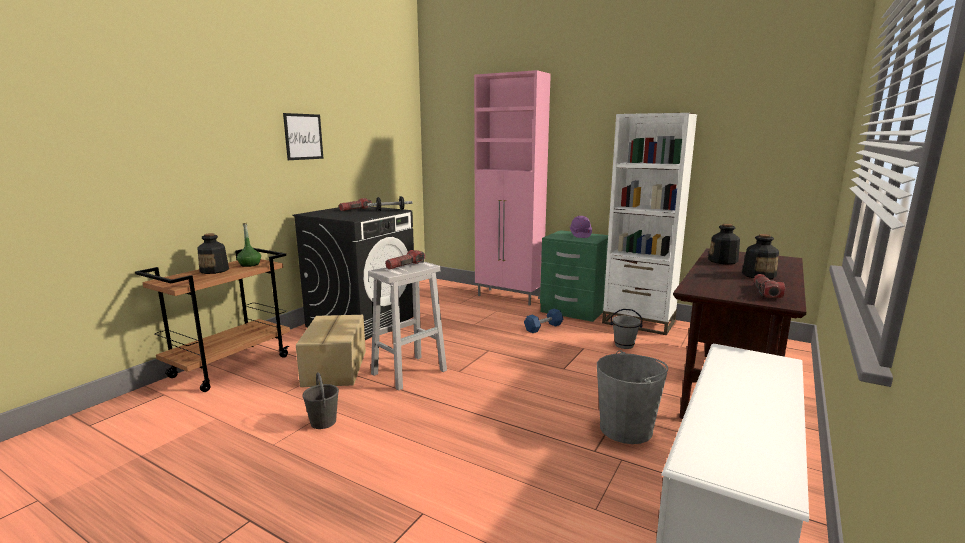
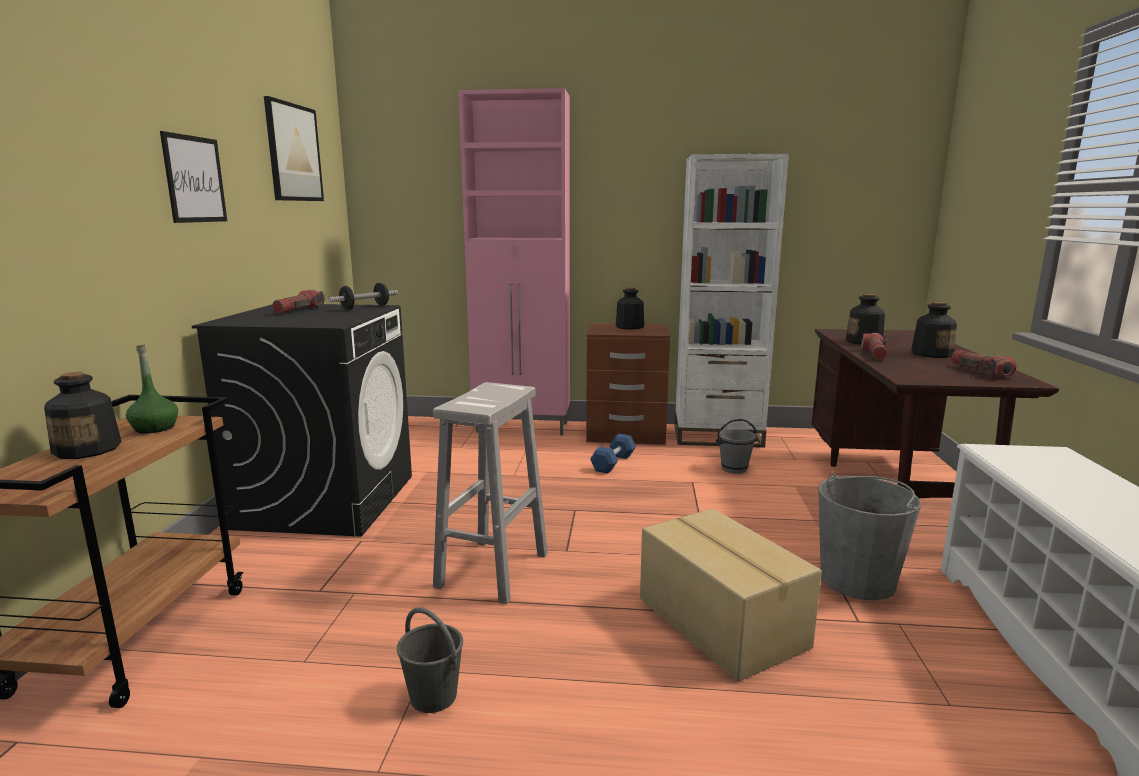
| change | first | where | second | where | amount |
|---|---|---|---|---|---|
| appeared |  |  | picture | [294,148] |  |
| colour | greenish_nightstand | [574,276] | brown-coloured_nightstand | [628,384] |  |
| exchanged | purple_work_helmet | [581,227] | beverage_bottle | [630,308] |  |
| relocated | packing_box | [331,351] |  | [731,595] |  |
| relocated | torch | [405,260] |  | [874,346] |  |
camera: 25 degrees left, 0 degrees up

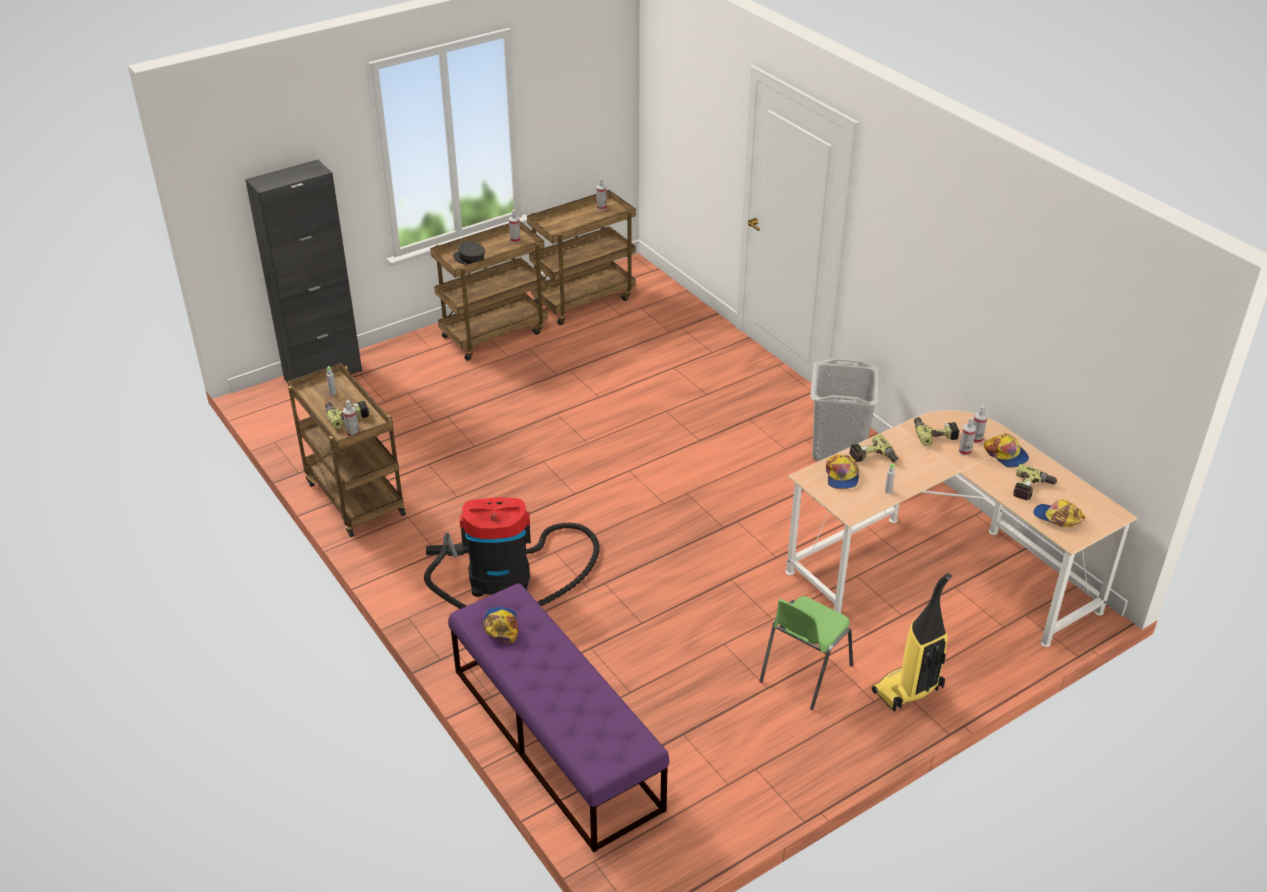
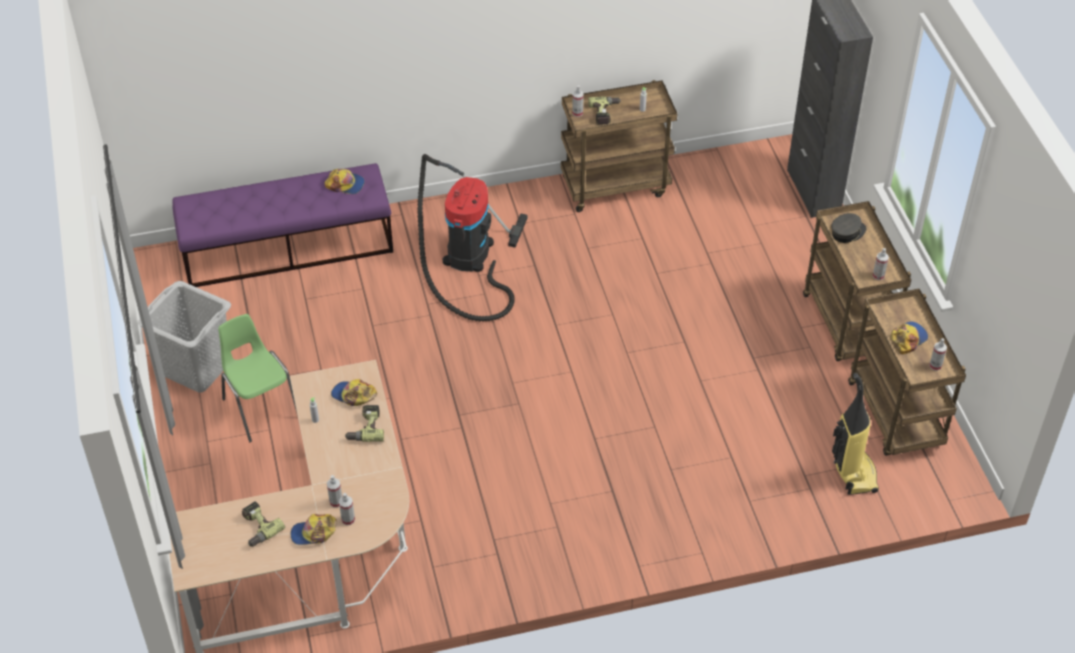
| change | first | where | second | where | amount |
|---|---|---|---|---|---|
| relocated | greyish_laundry_basket | [845,410] |  | [184,337] |  |
| relocated | vacuum_cleaner | [912,642] |  | [855,434] |  |
| relocated | cap | [1059,513] |  | [909,338] |  |
| missing | drill | [937,431] |  |  |  |
camera: 110 degrees right, 10 degrees up

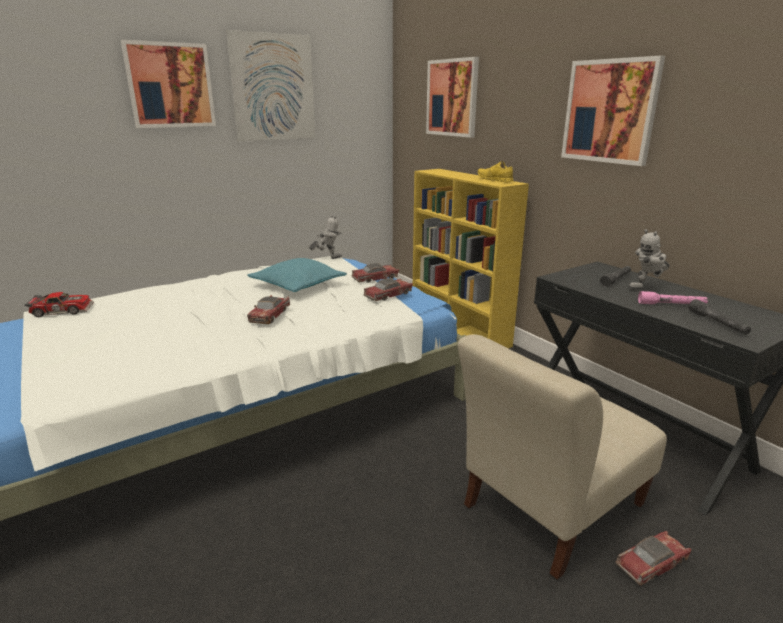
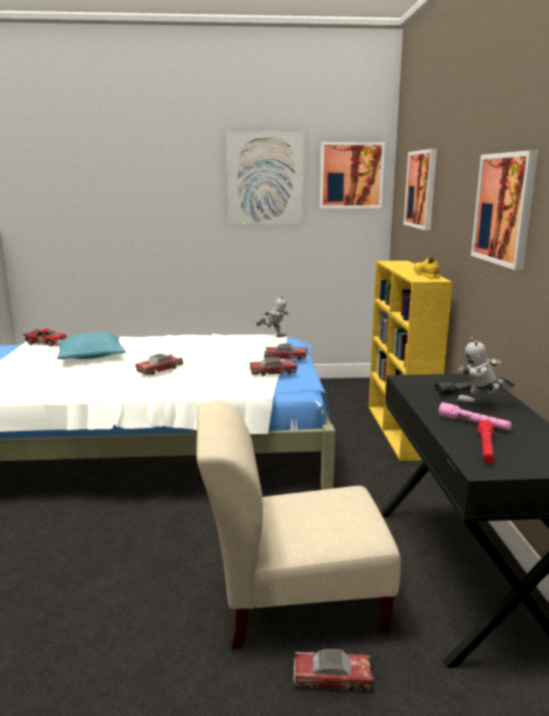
| change | first | where | second | where | amount |
|---|---|---|---|---|---|
| relocated | turquoise-coloured_cushion | [297,275] |  | [91,345] |  |
| relocated | picture | [168,84] |  | [352,175] |  |
| colour | greyish_torch | [720,317] | red_torch | [486,441] |  |
camera: 30 degrees right, 5 degrees down

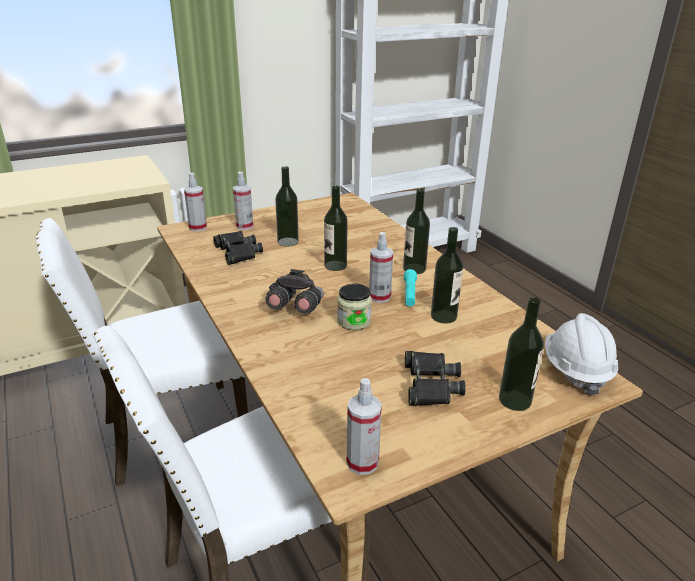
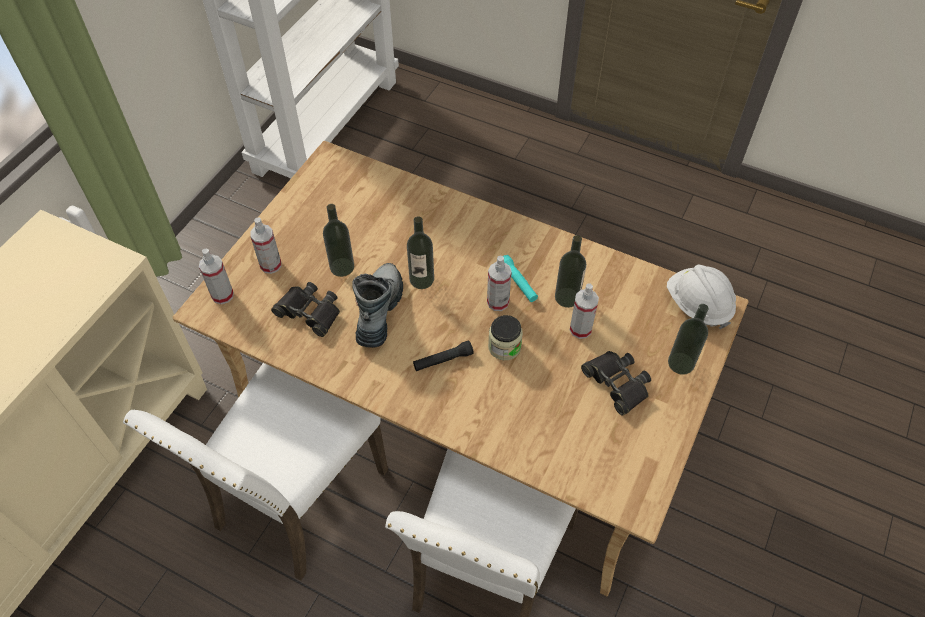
| change | first | where | second | where | amount |
|---|---|---|---|---|---|
| appeared |  |  | high-top_boot | [377,305] |  |
| exchanged | greyish_pair_of_binoculars | [294,291] | black-coloured_torch | [443,355] |  |
| relocated | hand_sprayer | [364,426] |  | [584,311] |  |
| missing | beverage_bottle | [416,231] |  |  |  |
camera: 35 degrees left, 25 degrees up

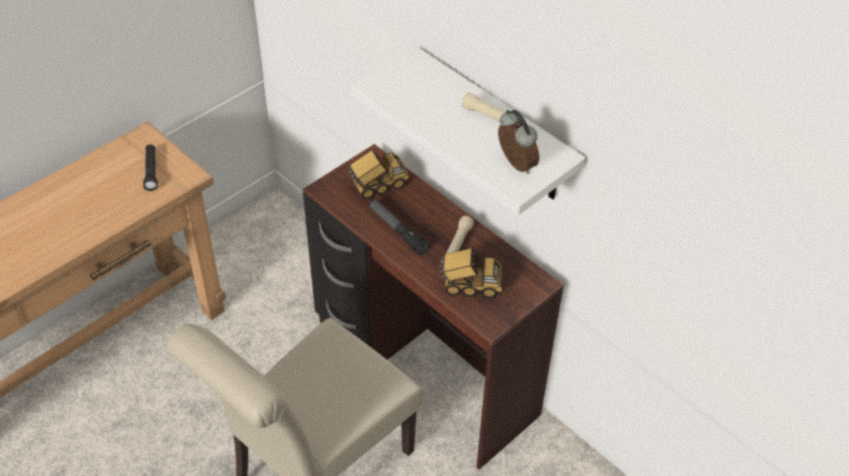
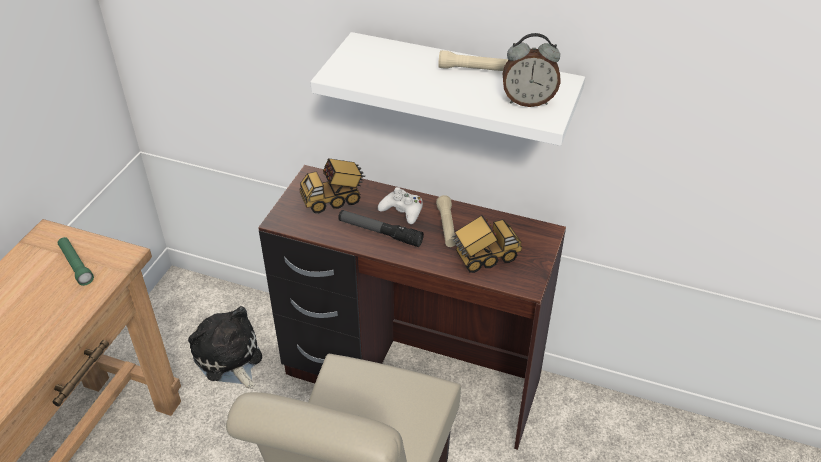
| change | first | where | second | where | amount |
|---|---|---|---|---|---|
| colour | black-coloured_torch | [150,167] | greenish_torch | [76,261] |  |
| appeared |  |  | soft_toy | [225,347] |  |
| spun | toy_lorry | [378,174] |  | [332,185] | 150 degrees counterclockwise |
| appeared |  |  | white_joypad | [400,205] |  |
| spun | table_clock | [518,142] |  | [532,70] | 150 degrees clockwise |
camera: 25 degrees left, 5 degrees down

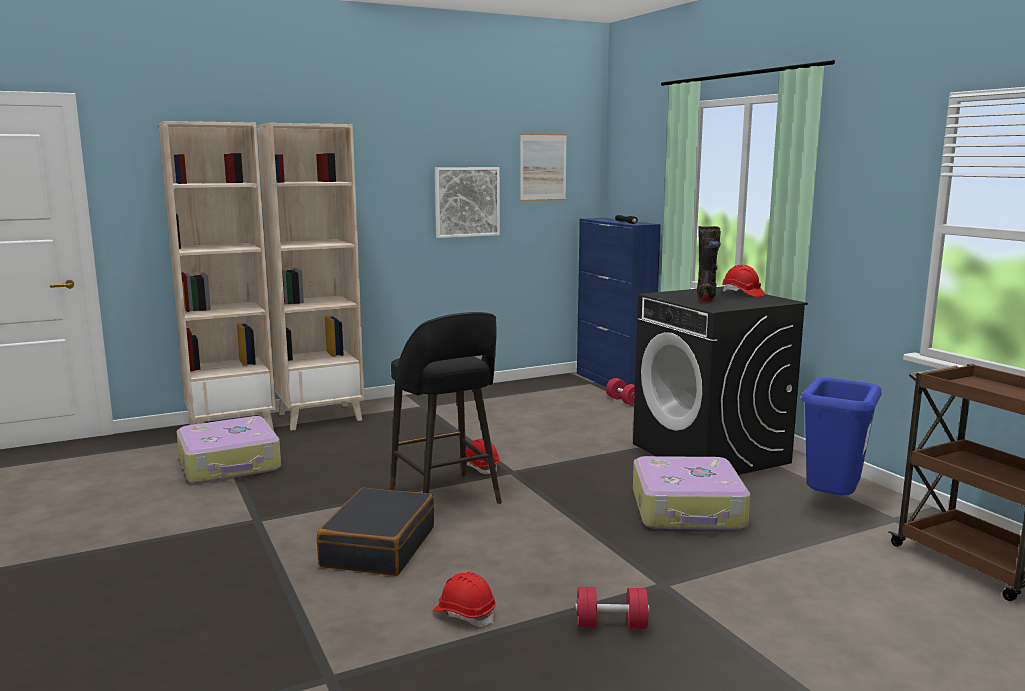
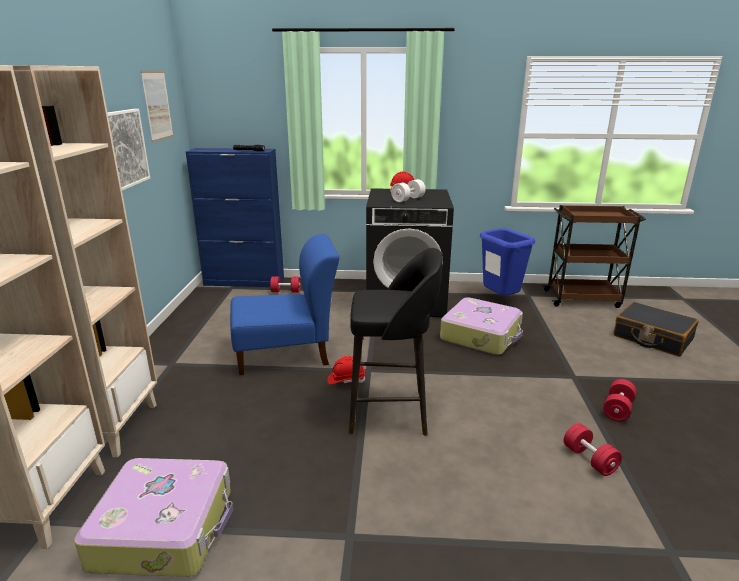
| change | first | where | second | where | amount |
|---|---|---|---|---|---|
| appeared |  |  | bluish_plain_chair | [285,304] |  |
| exchanged | black-coloured_high-top_boot | [709,264] | white_free_weight | [408,190] |  |
| exchanged | red_work_helmet | [464,599] | red_free_weight | [593,449] |  |
| relocated | black-coloured_piece_of_luggage | [375,532] |  | [656,329] |  |
camera: 60 degrees left, 10 degrees up

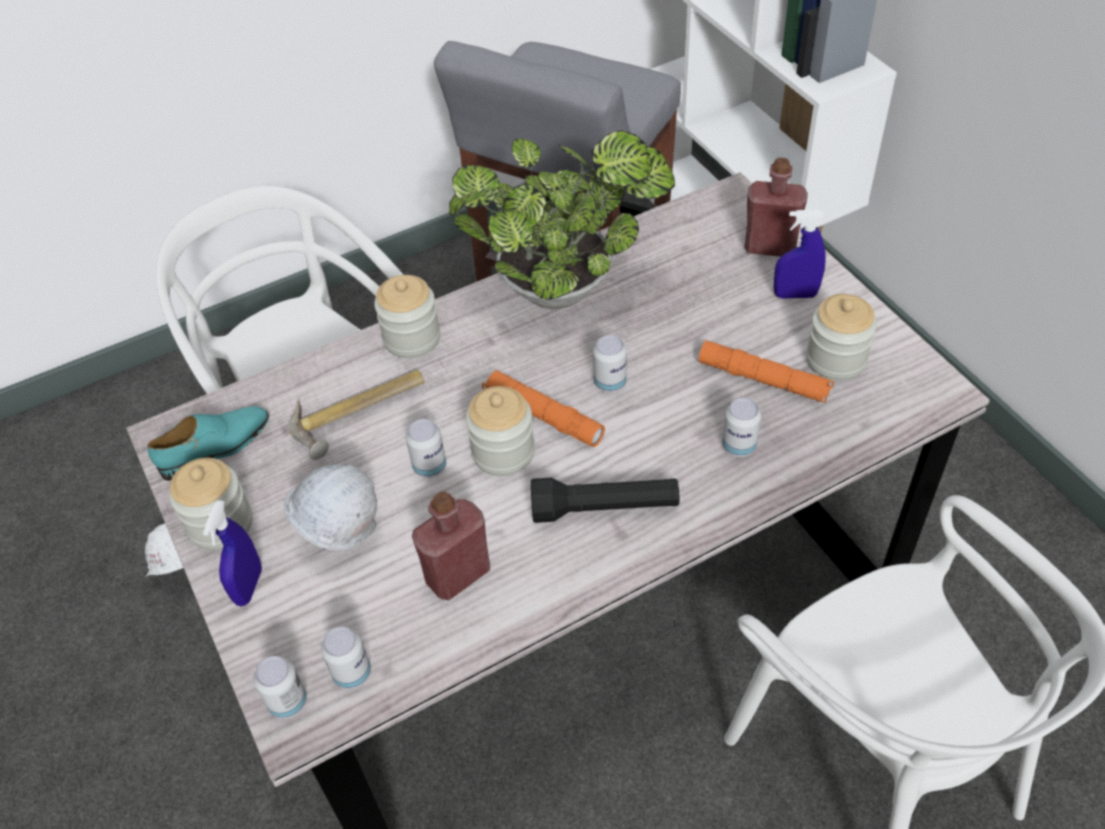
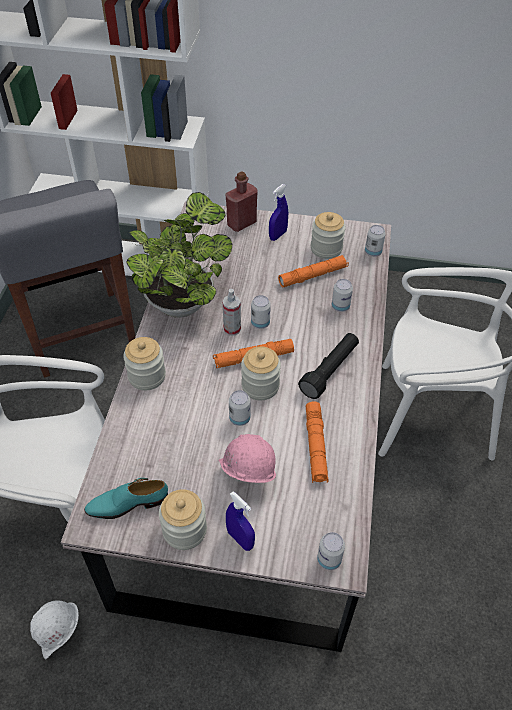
| change | first | where | second | where | amount |
|---|---|---|---|---|---|
| spun | turquoise-coloured_low_shoe | [208,443] |  | [126,498] | 105 degrees counterclockwise |
| colour | white_work_helmet | [330,507] | pink_work_helmet | [247,458] |  |
| appeared |  |  | hand_sprayer | [232,312] |  |
| exchanged | red_beverage_bottle | [451,546] | orange_torch | [317,442] |  |
| relocated | metal_can | [346,658] |  | [375,241] |  |
| missing | hammer | [356,414] |  |  |  |
camera: 55 degrees left, 0 degrees up

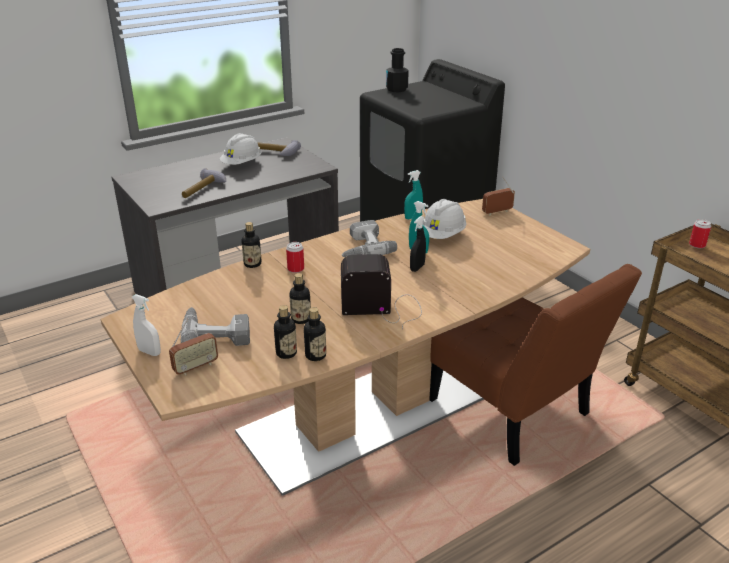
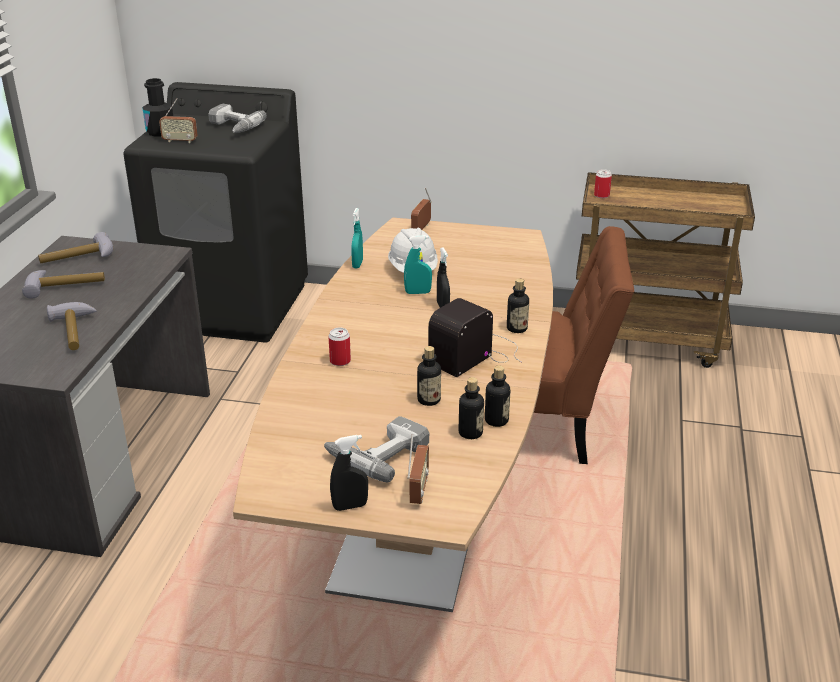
| change | first | where | second | where | amount |
|---|---|---|---|---|---|
| exchanged | white_work_helmet | [241,149] | hammer | [63,284] |  |
| appeared |  |  | radio_receiver | [178,120] |  |
| relocated | drill | [369,238] |  | [237,118] |  |
| colour | white_hand_sprayer | [146,325] | black-coloured_hand_sprayer | [349,473] |  |
| relocated | beverage_bottle | [252,245] |  | [518,306] |  |
camera: 45 degrees left, 0 degrees up

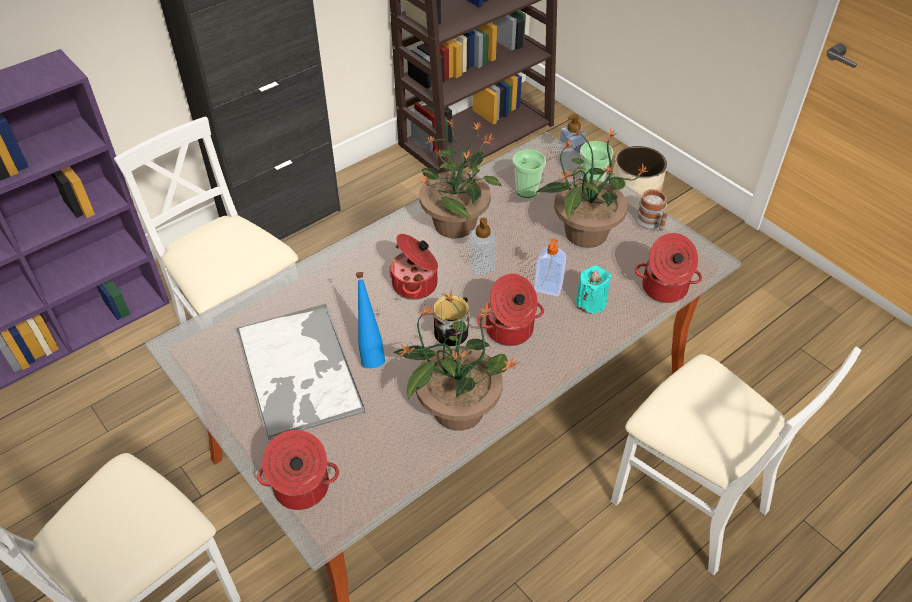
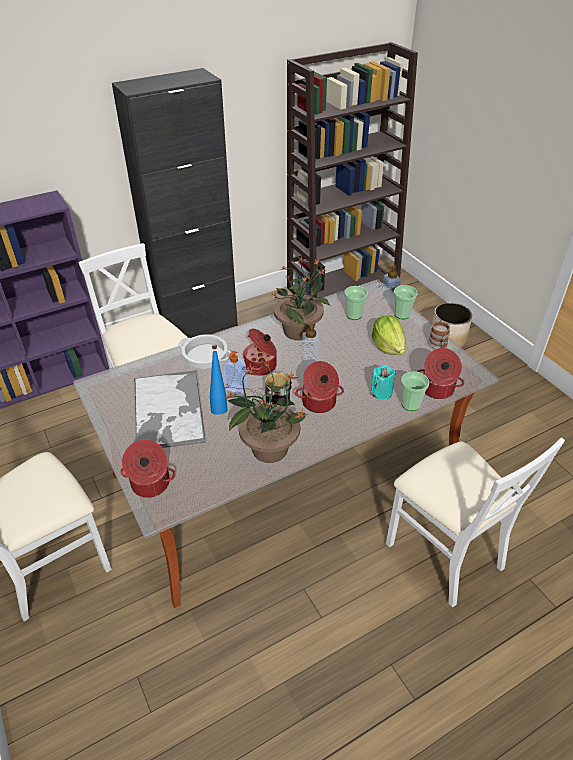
| change | first | where | second | where | amount |
|---|---|---|---|---|---|
| appeared |  |  | saucepot | [205,351] |  |
| relocated | soap_bottle | [550,267] |  | [235,373] |  |
| exchanged | potted_plant | [592,187] | head_of_lettuce | [389,335] |  |
| appeared |  |  | small_cup | [415,391] |  |
camera: 10 degrees right, 5 degrees down

